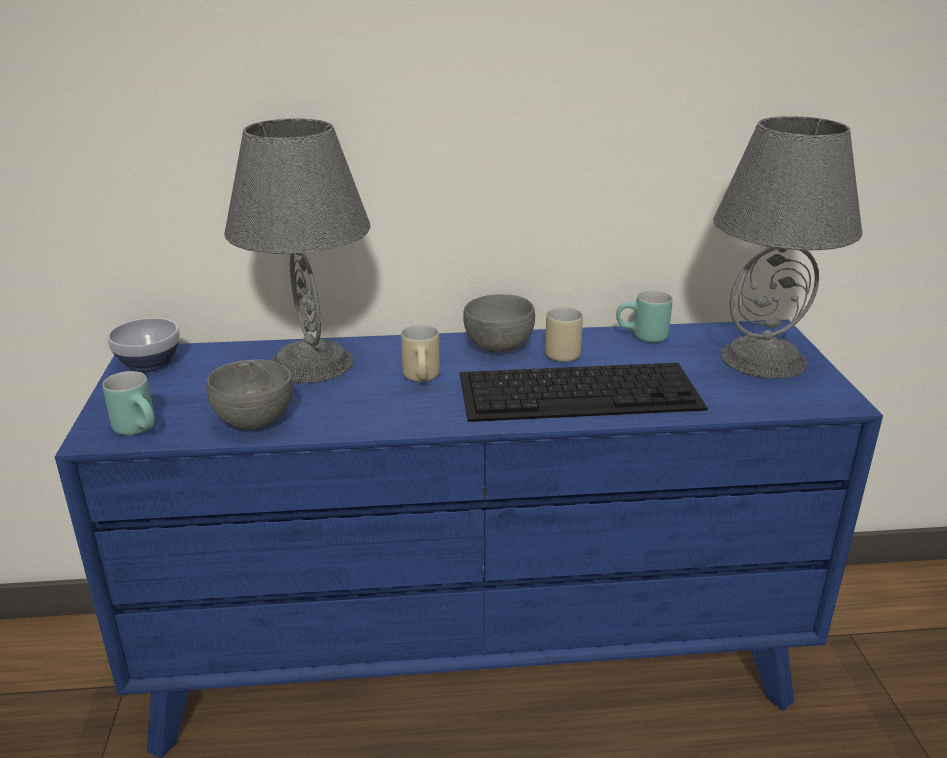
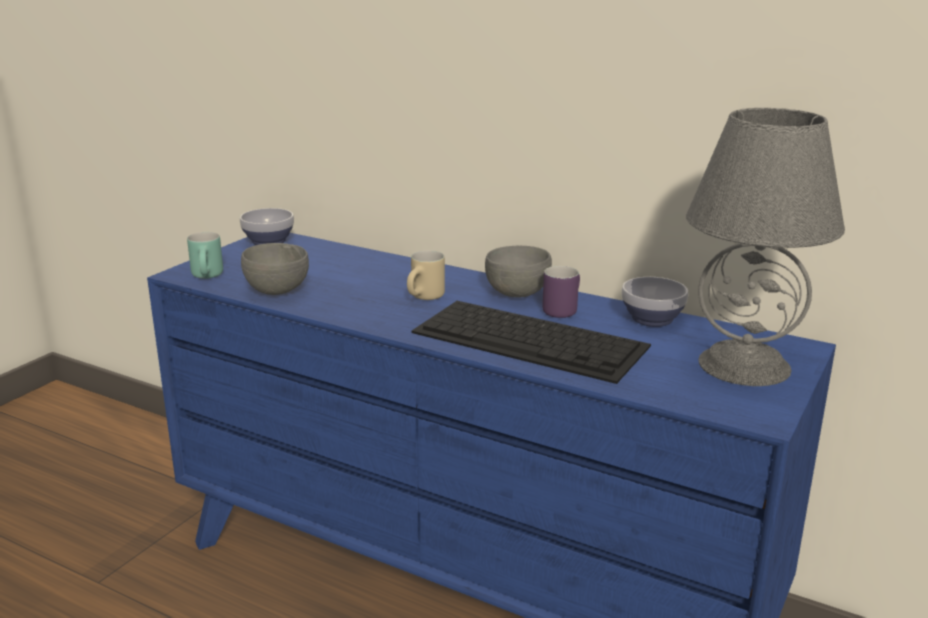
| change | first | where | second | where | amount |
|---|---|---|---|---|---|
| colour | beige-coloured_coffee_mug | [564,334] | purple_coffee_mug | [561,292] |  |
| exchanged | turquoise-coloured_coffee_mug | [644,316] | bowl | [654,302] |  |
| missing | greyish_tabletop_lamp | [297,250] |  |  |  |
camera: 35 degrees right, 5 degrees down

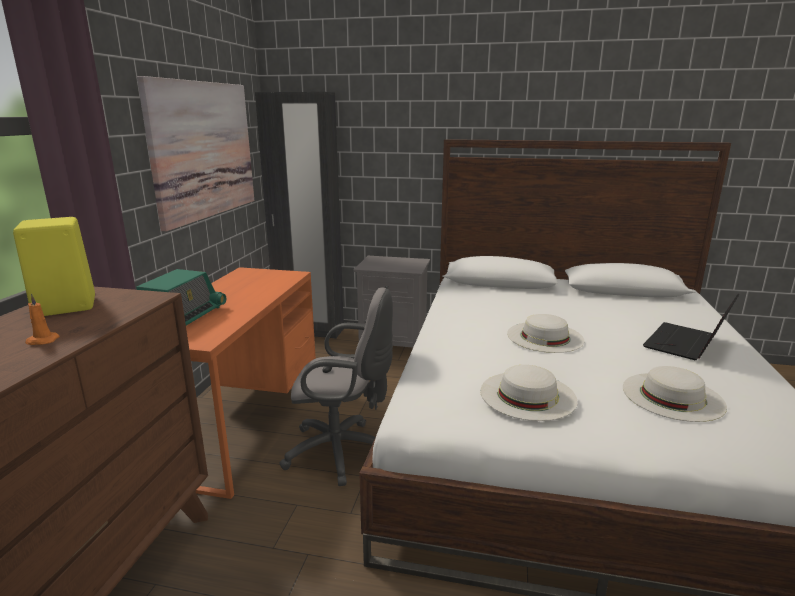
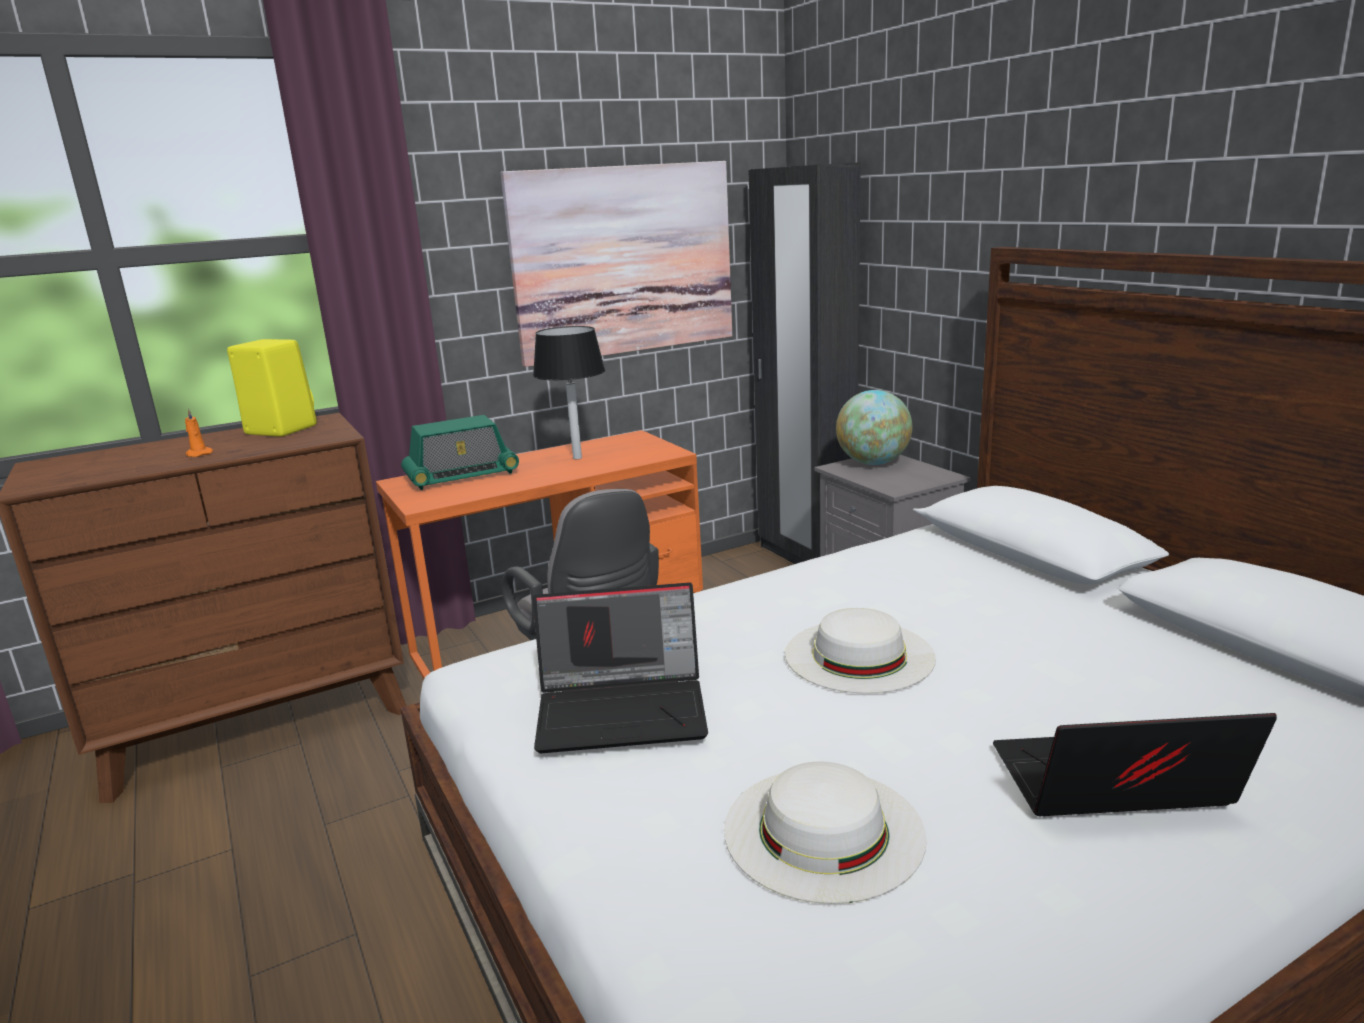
| change | first | where | second | where | amount |
|---|---|---|---|---|---|
| appeared |  |  | black-coloured_tabletop_lamp | [569,392] |  |
| exchanged | white_wearable_hat | [529,393] | notebook_computer | [620,667] |  |
| appeared |  |  | globe | [874,427] |  |
camera: 50 degrees right, 0 degrees up

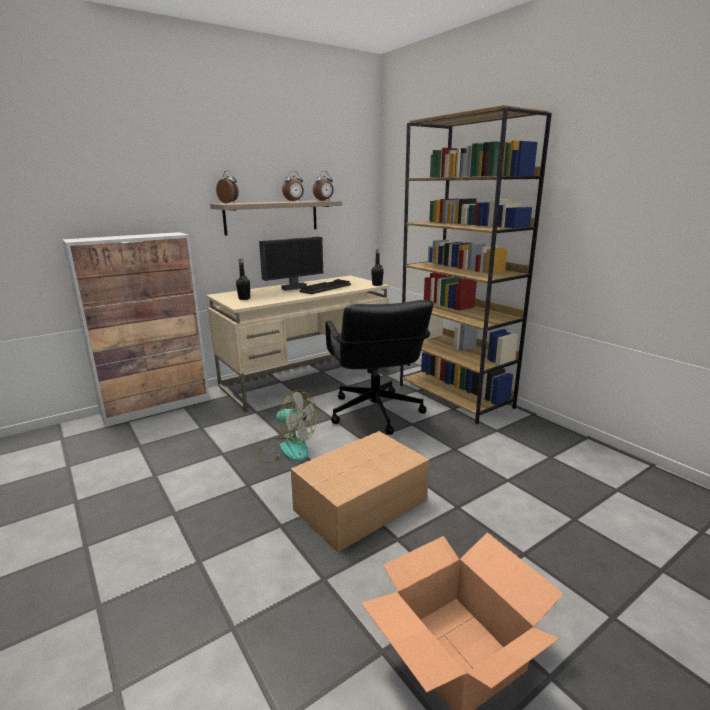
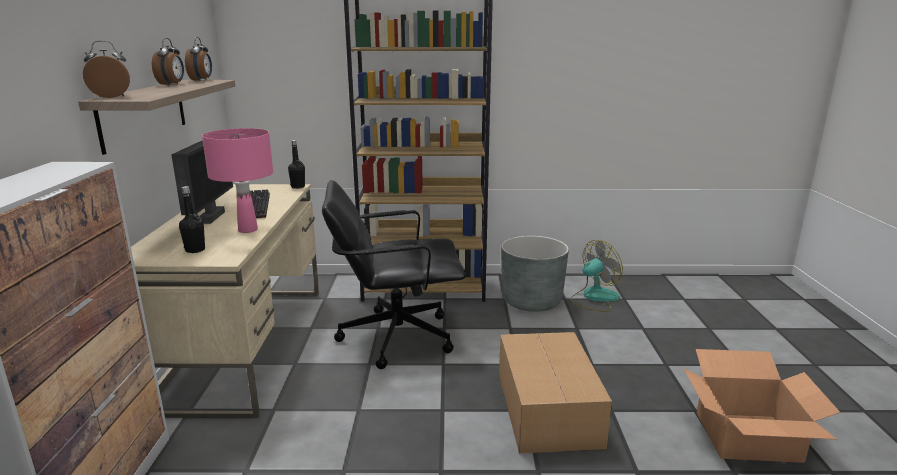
| change | first | where | second | where | amount |
|---|---|---|---|---|---|
| appeared |  |  | pink_tabletop_lamp | [237,180] |  |
| spun | black-coloured_office_chair | [379,367] |  | [394,274] | 150 degrees clockwise |
| appeared |  |  | greyish_plant_pot | [535,274] |  |
| relocated | cooling_fan | [287,426] |  | [596,276] |  |
camera: 55 degrees left, 0 degrees up

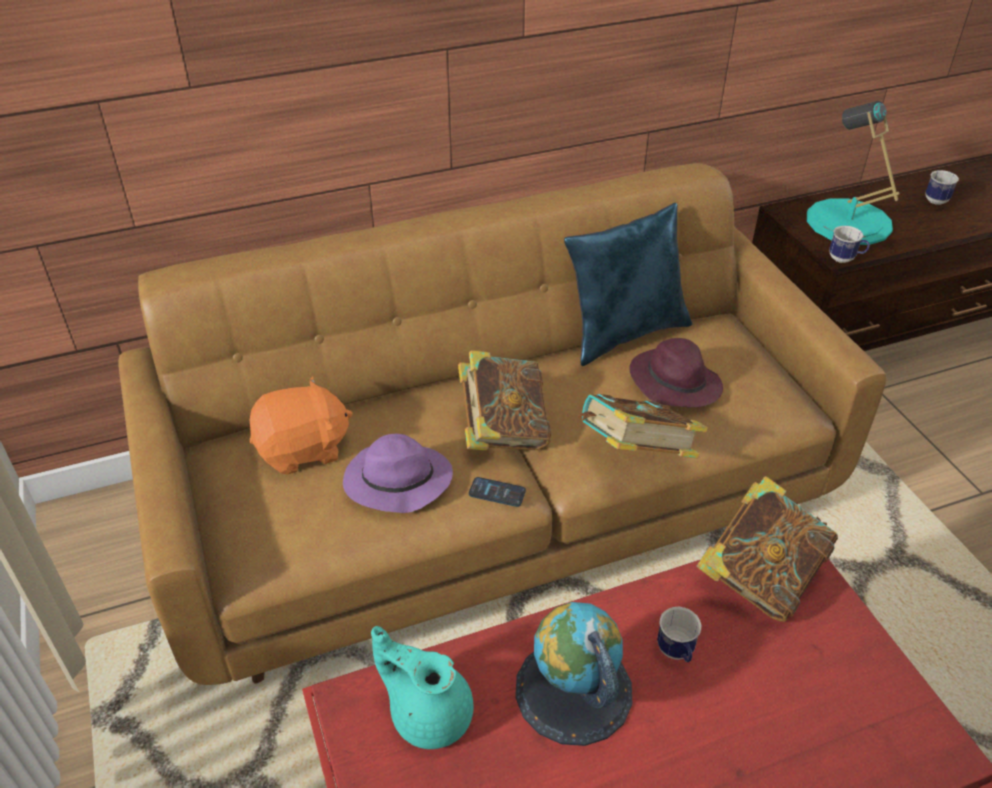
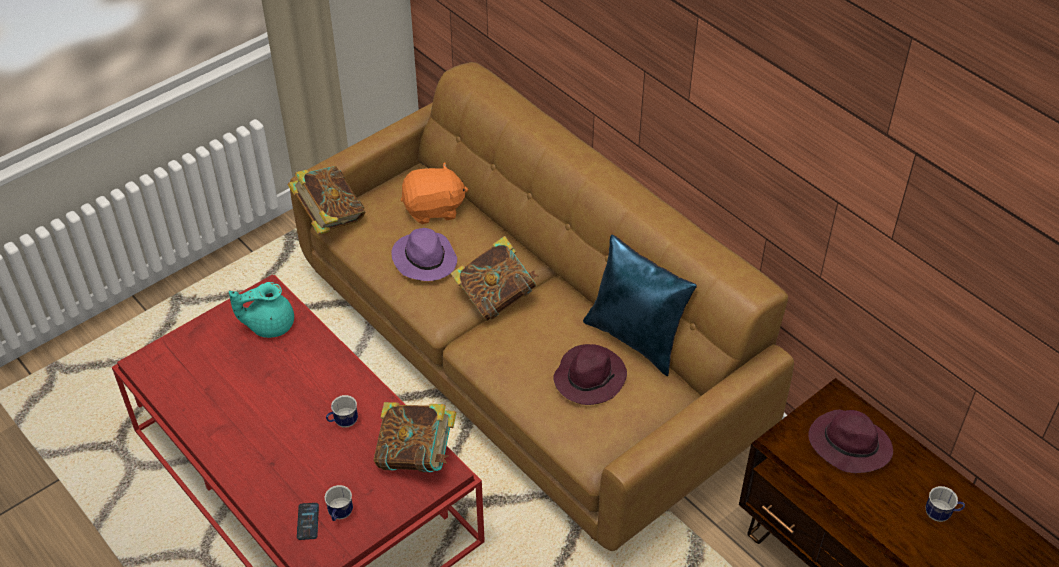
| change | first | where | second | where | amount |
|---|---|---|---|---|---|
| spun | turquoise-coloured_pot_for_tea | [422,687] |  | [261,310] | 120 degrees counterclockwise |
| relocated | book | [642,426] |  | [326,200] |  |
| relocated | telephone | [497,492] |  | [308,521] |  |
| relocated | coffee_mug | [849,244] |  | [338,503] |  |
| spun | orange_soft_toy | [301,426] |  | [434,193] | 60 degrees counterclockwise |
| exchanged | turquoise-coloured_tabletop_lamp | [853,173] | purple_wearable_hat | [850,441] |  |
| missing | globe | [573,674] |  |  |  |
camera: 70 degrees right, 5 degrees up

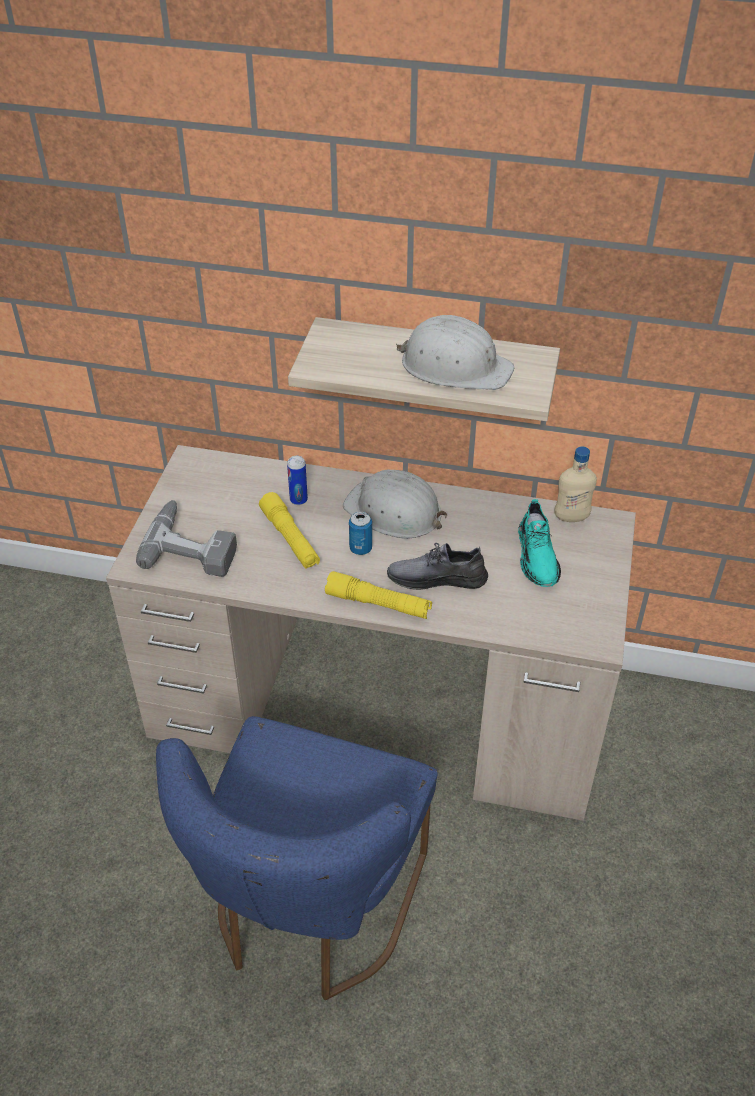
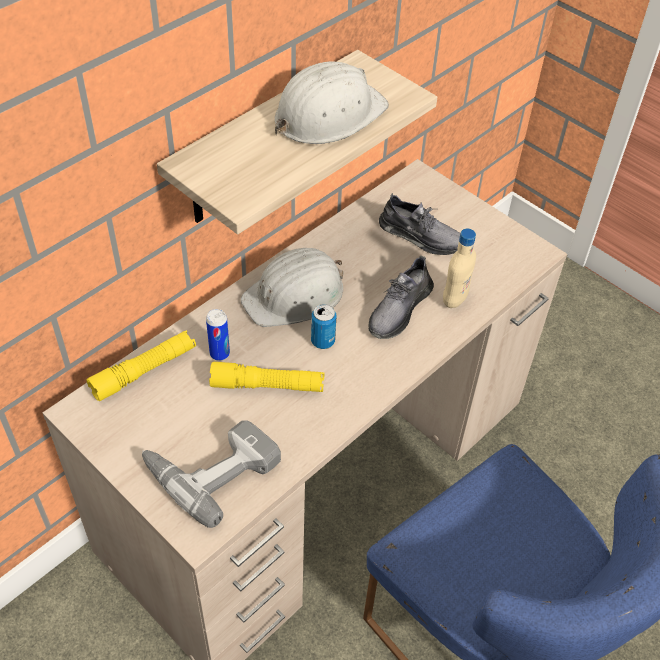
| change | first | where | second | where | amount |
|---|---|---|---|---|---|
| relocated | yellowish_torch | [378,595] |  | [141,365] |  |
| colour | turquoise-coloured_low_shoe | [539,543] | greyish_low_shoe | [419,224] |  |
| relocated | beige-coloured_beverage_bottle | [575,484] |  | [459,268] |  |
camera: 60 degrees left, 5 degrees up

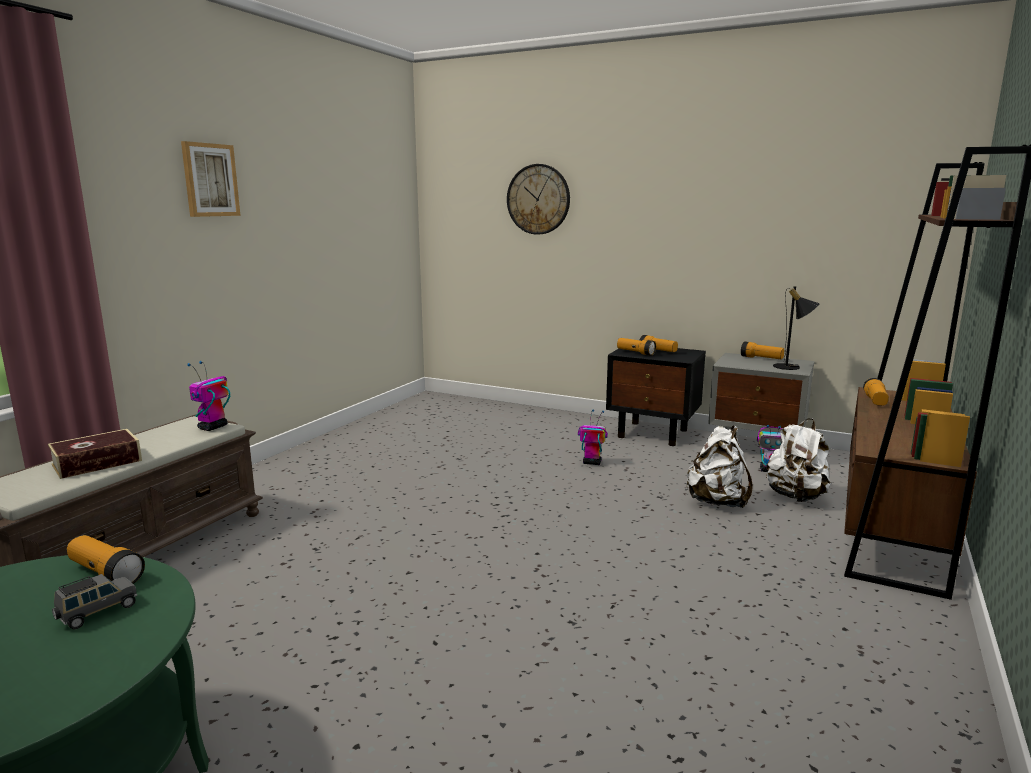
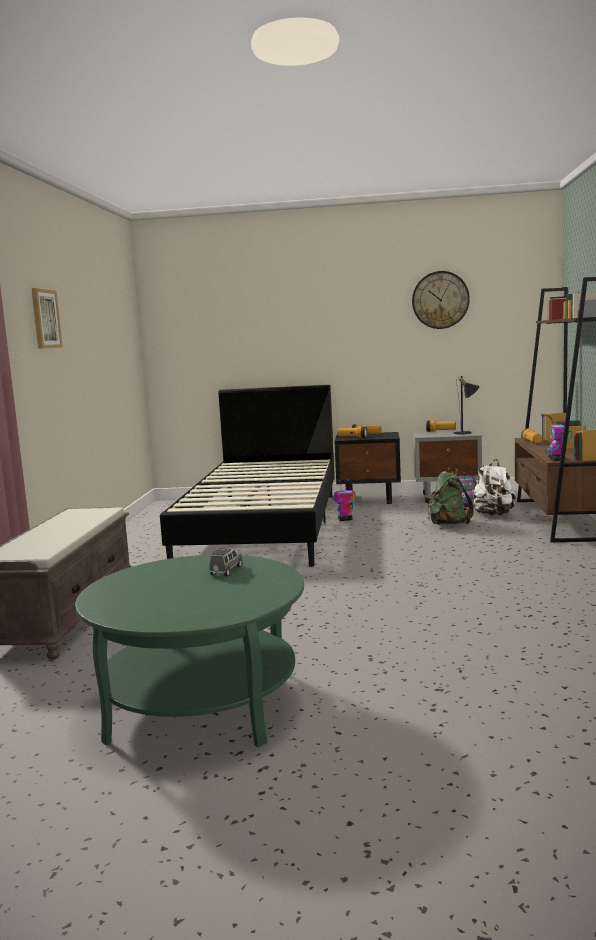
| change | first | where | second | where | amount |
|---|---|---|---|---|---|
| appeared |  |  | black-coloured_sleeping_bed | [247,476] |  |
| relocated | hanging_clock | [538,199] |  | [441,300] |  |
| colour | white_backpack | [719,466] | greenish_backpack | [451,496] |  |
| relocated | toy_robot | [208,396] |  | [557,437] |  |
| missing | book | [95,454] |  |  |  |
| missing | torch | [106,559] |  |  |  |
camera: 20 degrees left, 5 degrees down

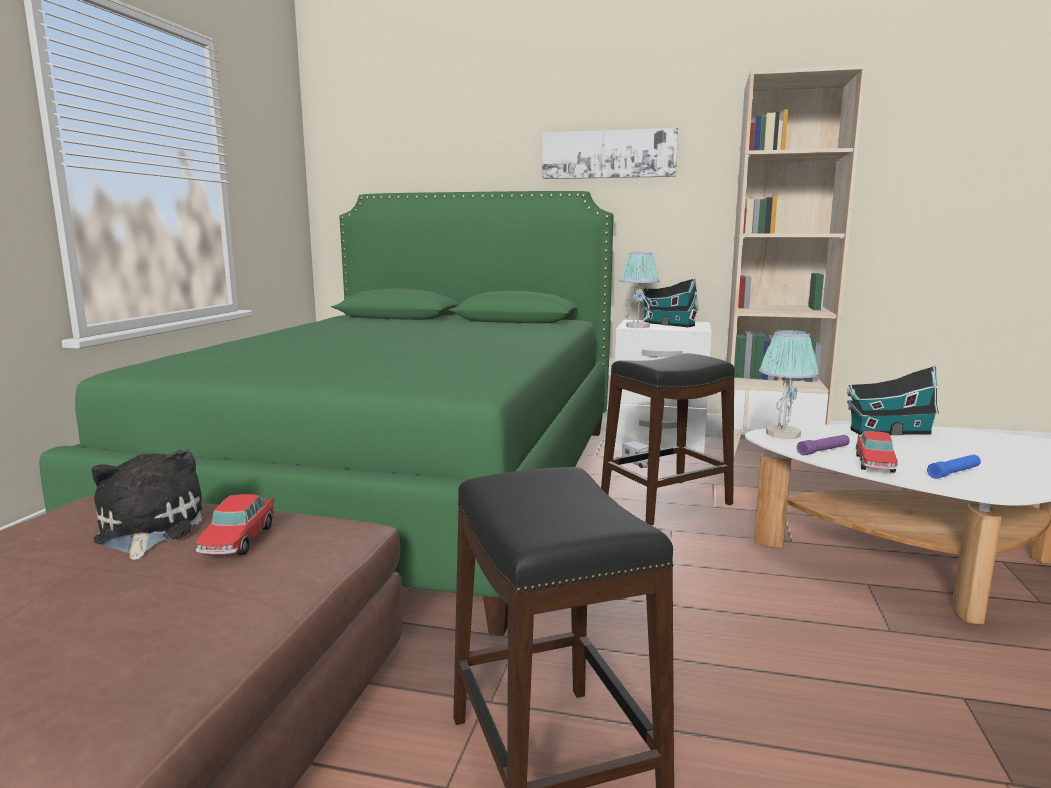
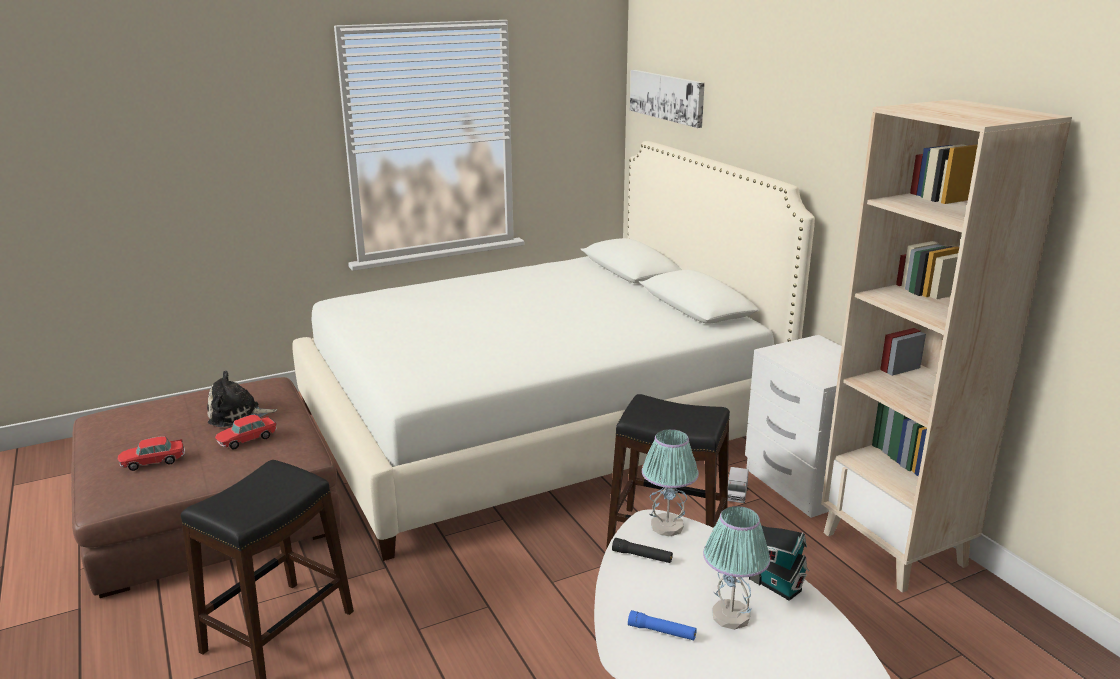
| change | first | where | second | where | amount |
|---|---|---|---|---|---|
| relocated | model_car | [877,452] |  | [151,453] |  |
| spun | soft_toy | [147,504] |  | [242,398] | 135 degrees counterclockwise |
| colour | greenish_sleeping_bed | [326,413] | white_sleeping_bed | [553,351] |  |
| colour | purple_torch | [823,445] | black-coloured_torch | [642,550] |  |
| relocated | picture | [610,153] |  | [667,99] |  |
| relocated | tabletop_lamp | [640,290] |  | [736,568] |  |
| missing | miniature_house | [670,303] |  |  |  |
camera: 50 degrees right, 10 degrees up

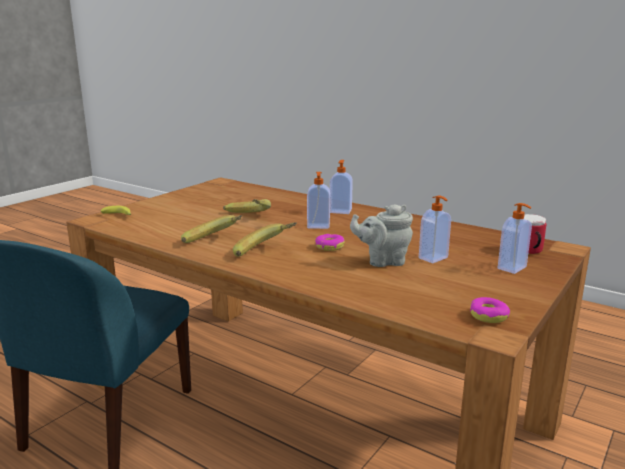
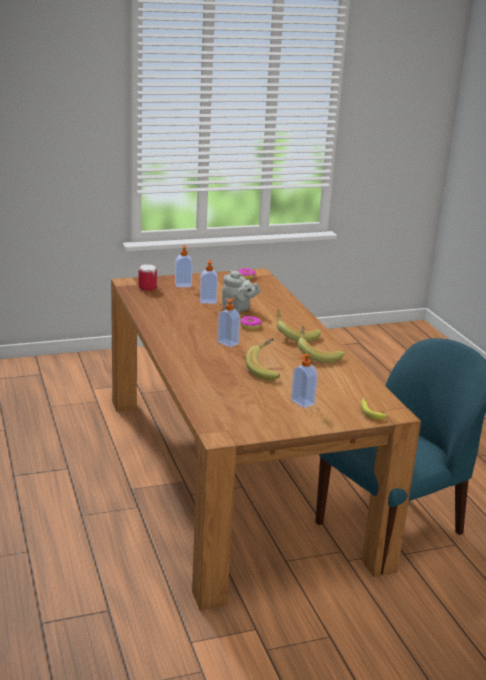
| change | first | where | second | where | amount |
|---|---|---|---|---|---|
| relocated | soap_bottle | [341,187] |  | [304,381] |  |
camera: 145 degrees left, 5 degrees up

